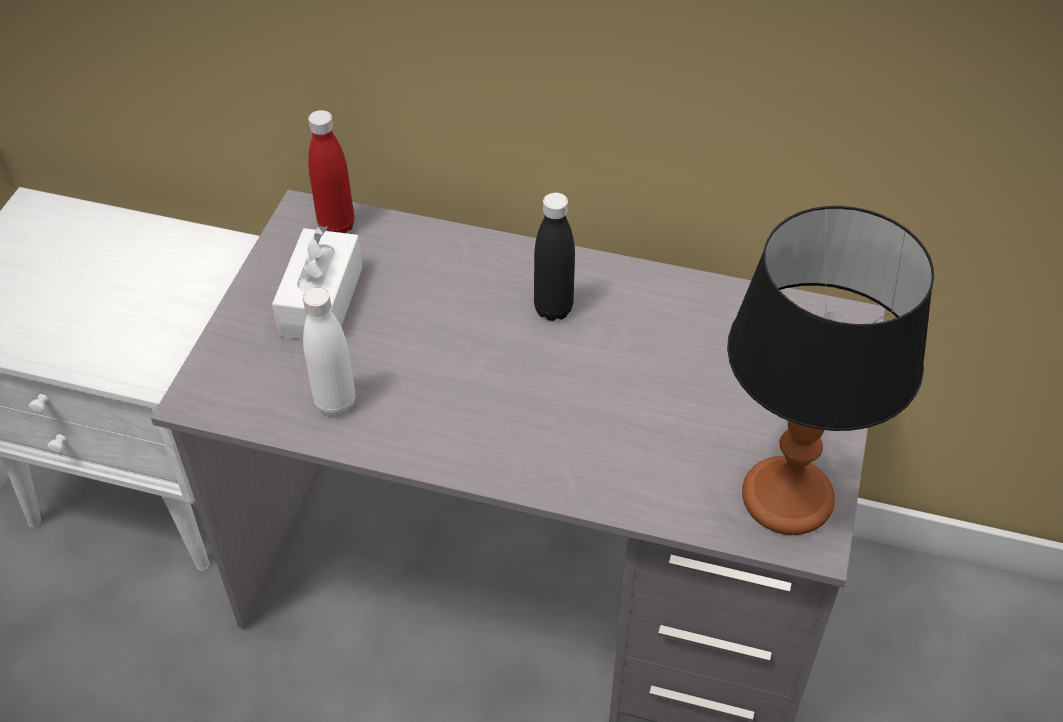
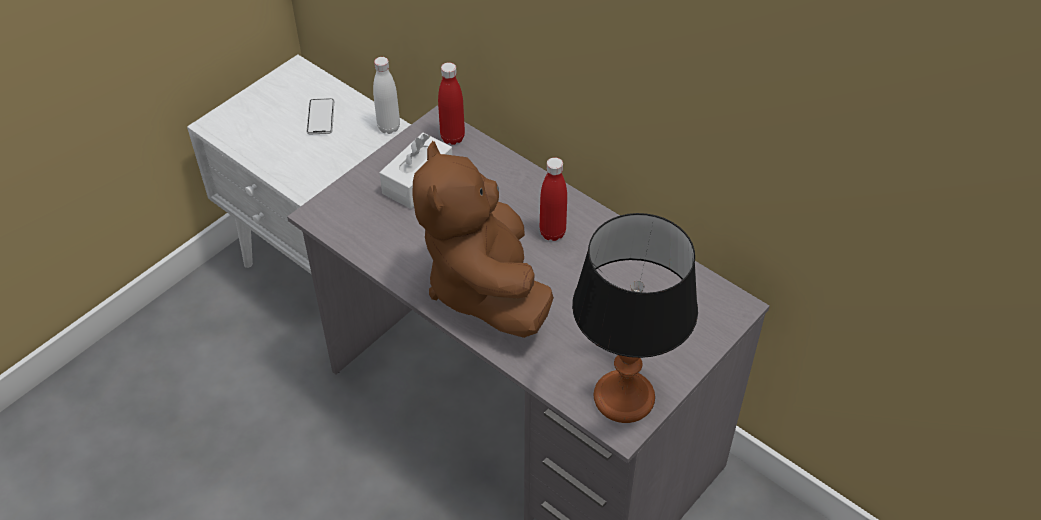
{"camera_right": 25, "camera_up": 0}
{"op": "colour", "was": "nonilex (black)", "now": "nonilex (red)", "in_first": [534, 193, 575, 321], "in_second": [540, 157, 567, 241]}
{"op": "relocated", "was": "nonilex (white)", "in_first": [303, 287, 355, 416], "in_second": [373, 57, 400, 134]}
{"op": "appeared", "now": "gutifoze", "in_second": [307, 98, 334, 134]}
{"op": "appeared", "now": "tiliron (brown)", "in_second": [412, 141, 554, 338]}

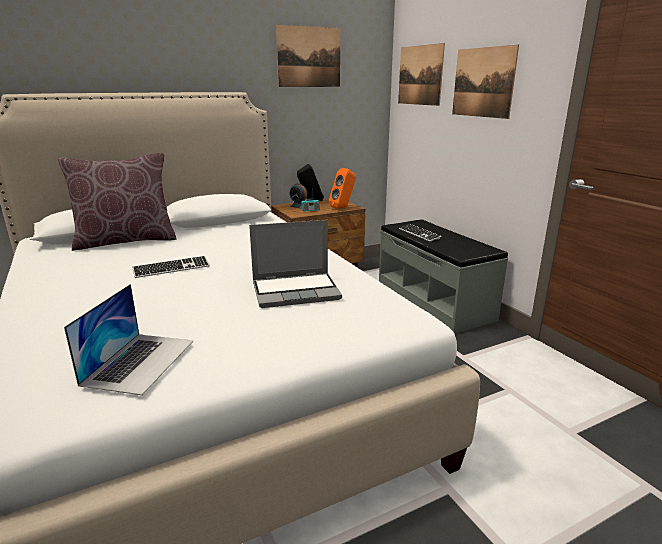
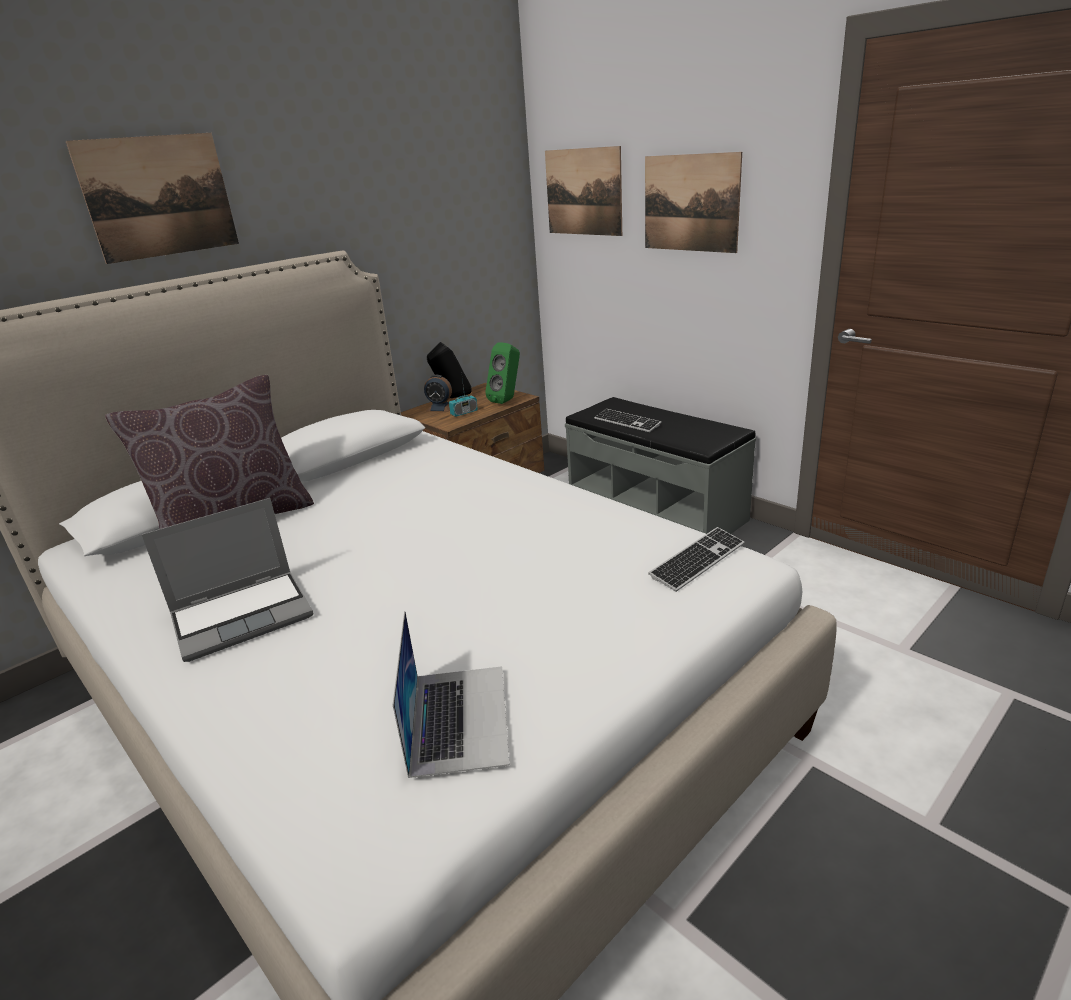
{"camera_right": -15, "camera_up": 5}
{"op": "relocated", "was": "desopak", "in_first": [276, 24, 340, 87], "in_second": [66, 133, 239, 264]}
{"op": "colour", "was": "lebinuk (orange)", "now": "lebinuk (green)", "in_first": [329, 168, 356, 209], "in_second": [485, 343, 520, 404]}
{"op": "relocated", "was": "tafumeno", "in_first": [249, 220, 342, 308], "in_second": [142, 498, 314, 662]}
{"op": "relocated", "was": "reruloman", "in_first": [132, 256, 210, 278], "in_second": [648, 527, 745, 592]}

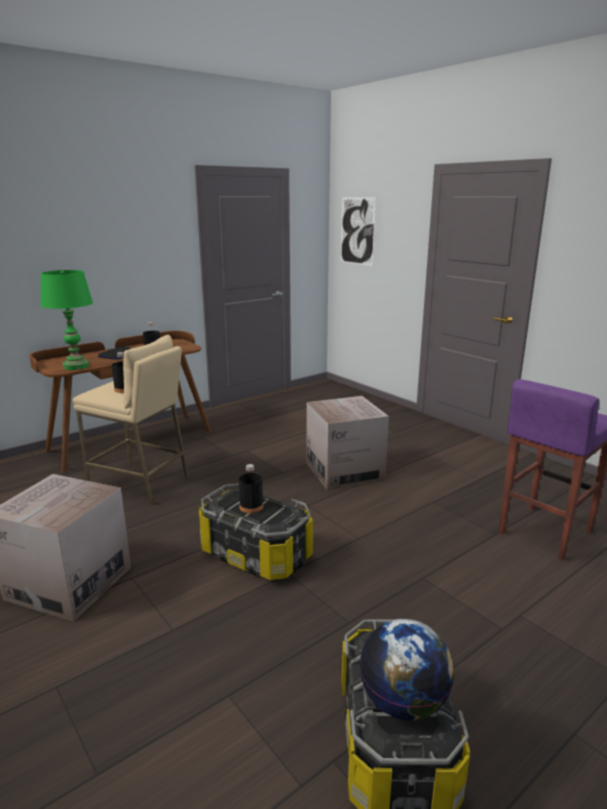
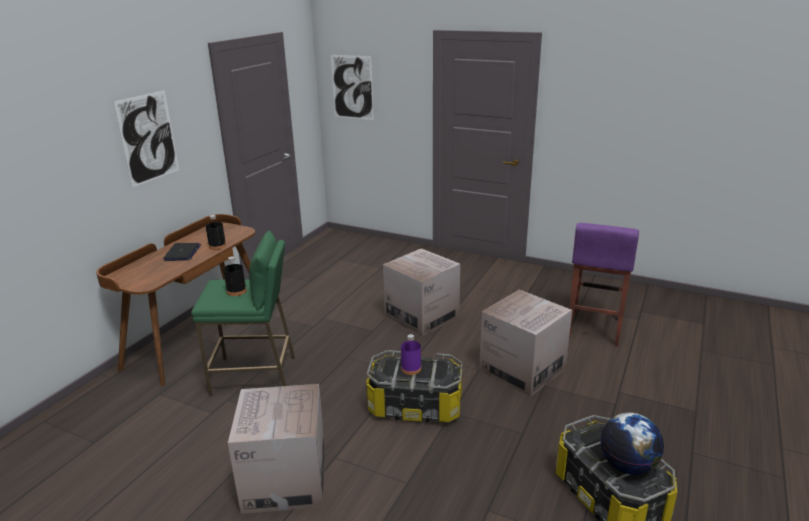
{"camera_right": -25, "camera_up": 5}
{"op": "missing", "was": "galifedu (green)", "in_first": [40, 270, 93, 370]}
{"op": "colour", "was": "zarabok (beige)", "now": "zarabok (green)", "in_first": [73, 335, 189, 505], "in_second": [191, 231, 295, 395]}
{"op": "colour", "was": "nonilex (black)", "now": "nonilex (purple)", "in_first": [239, 464, 263, 513], "in_second": [401, 334, 421, 375]}
{"op": "appeared", "now": "desopak", "in_second": [114, 90, 179, 187]}
{"op": "appeared", "now": "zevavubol", "in_second": [479, 290, 572, 397]}

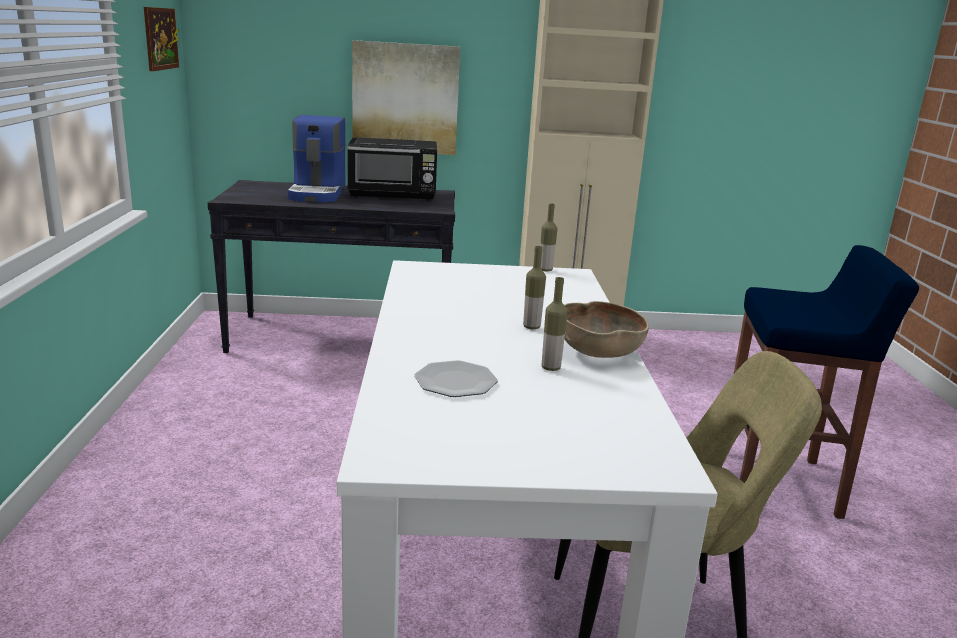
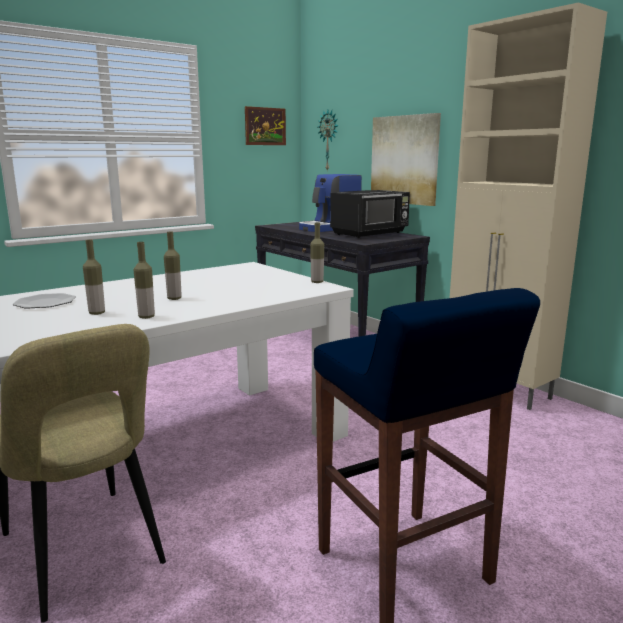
{"camera_right": 55, "camera_up": -5}
{"op": "spun", "was": "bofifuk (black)", "in_first": [347, 137, 437, 201], "in_second": [330, 190, 410, 238], "clockwise": -90}
{"op": "exchanged", "was": "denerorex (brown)", "now": "nonilex", "in_first": [564, 301, 649, 358], "in_second": [134, 242, 155, 319]}
{"op": "appeared", "now": "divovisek", "in_second": [318, 110, 338, 171]}

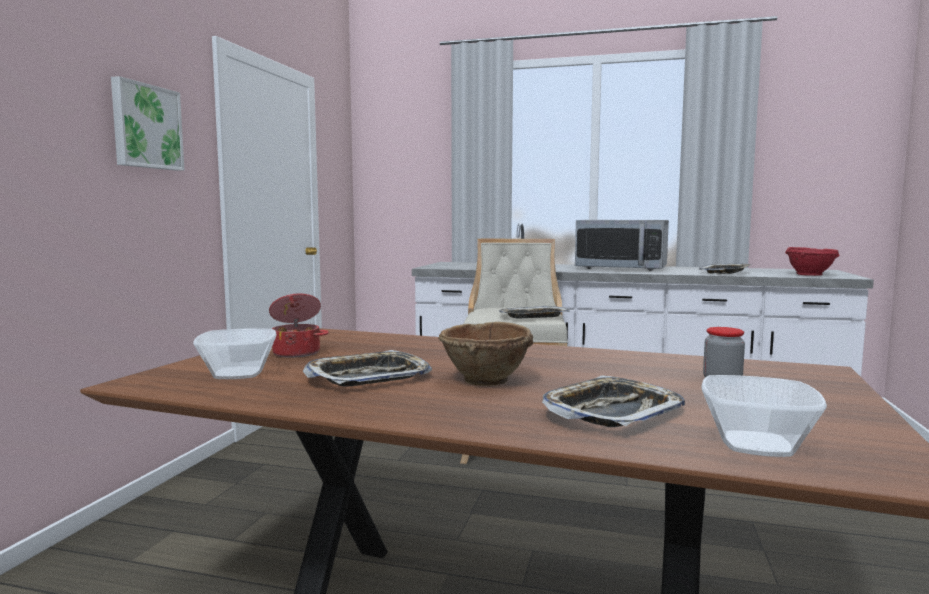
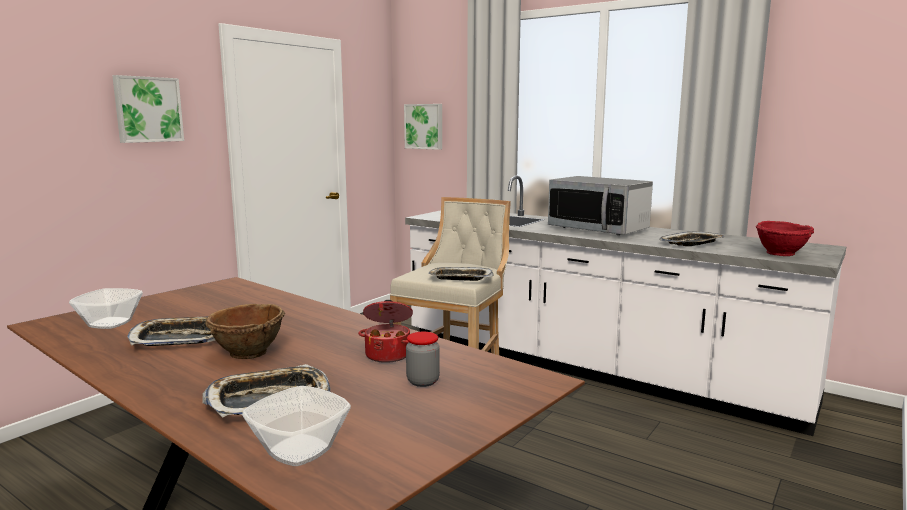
{"camera_right": 20, "camera_up": 5}
{"op": "relocated", "was": "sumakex", "in_first": [269, 294, 329, 358], "in_second": [358, 300, 413, 363]}
{"op": "appeared", "now": "desopak", "in_second": [404, 104, 442, 150]}

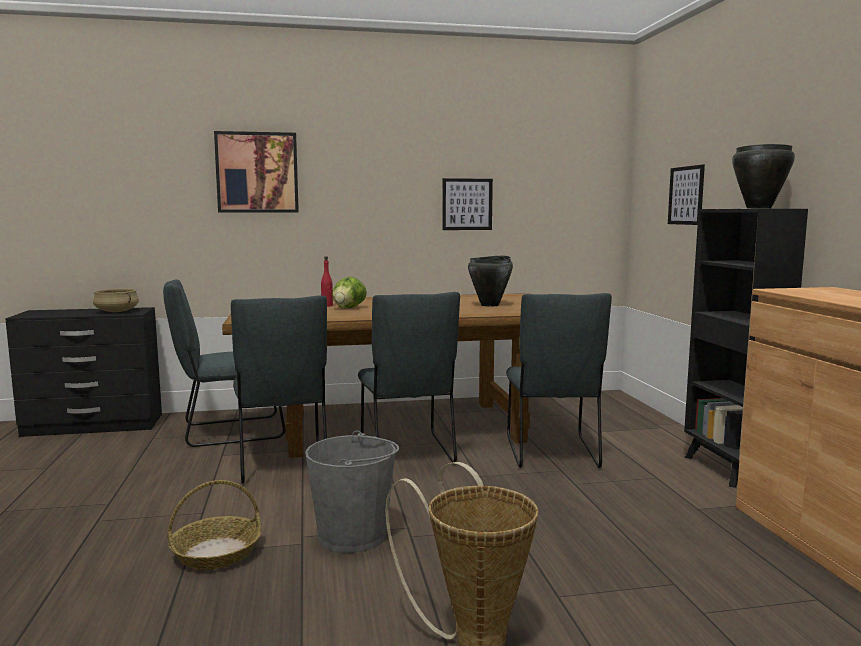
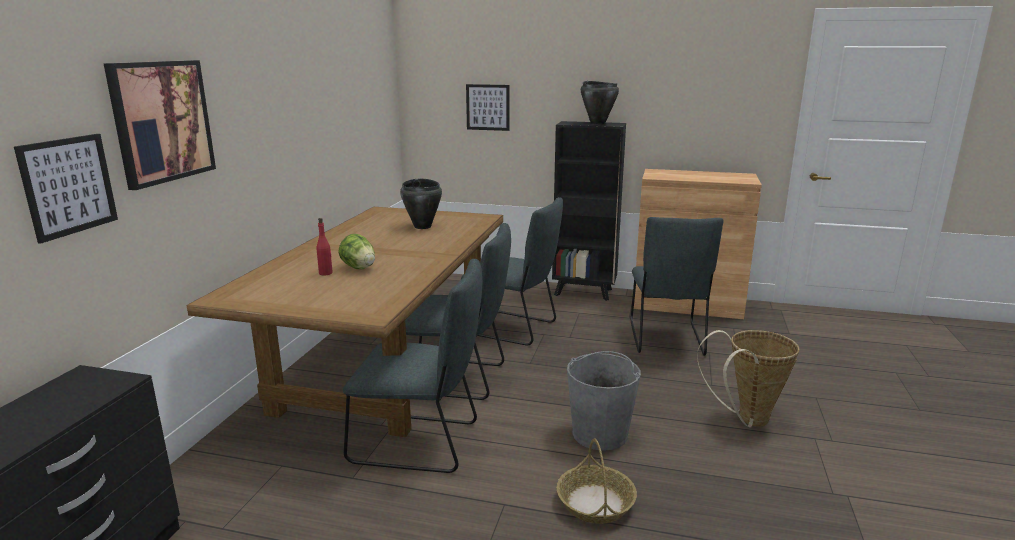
{"camera_right": -65, "camera_up": 10}
{"op": "relocated", "was": "desopak", "in_first": [442, 178, 493, 230], "in_second": [14, 134, 118, 244]}
{"op": "relocated", "was": "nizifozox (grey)", "in_first": [163, 280, 286, 447], "in_second": [631, 217, 723, 356]}
{"op": "missing", "was": "sumakex (beige)", "in_first": [93, 289, 139, 312]}

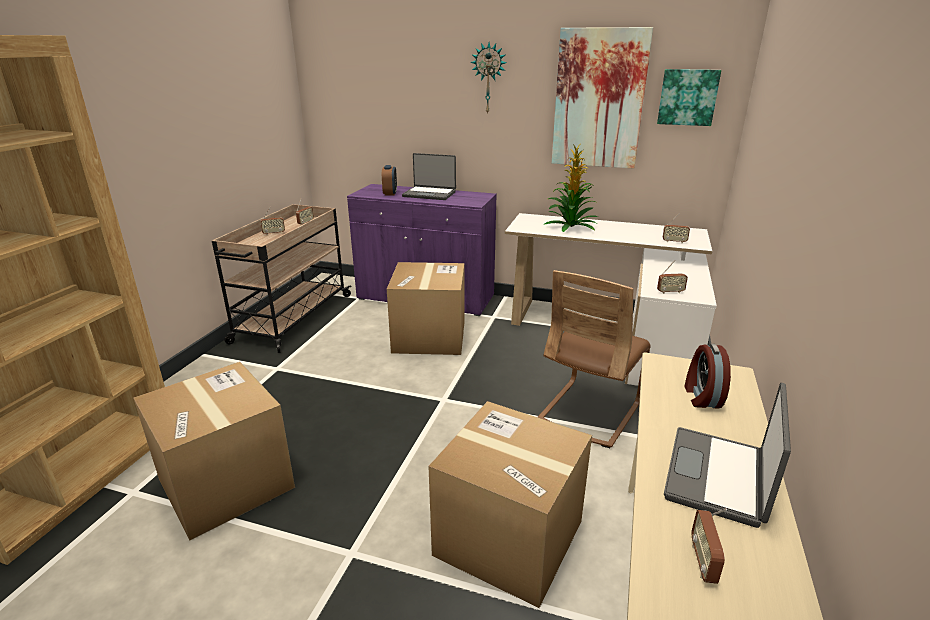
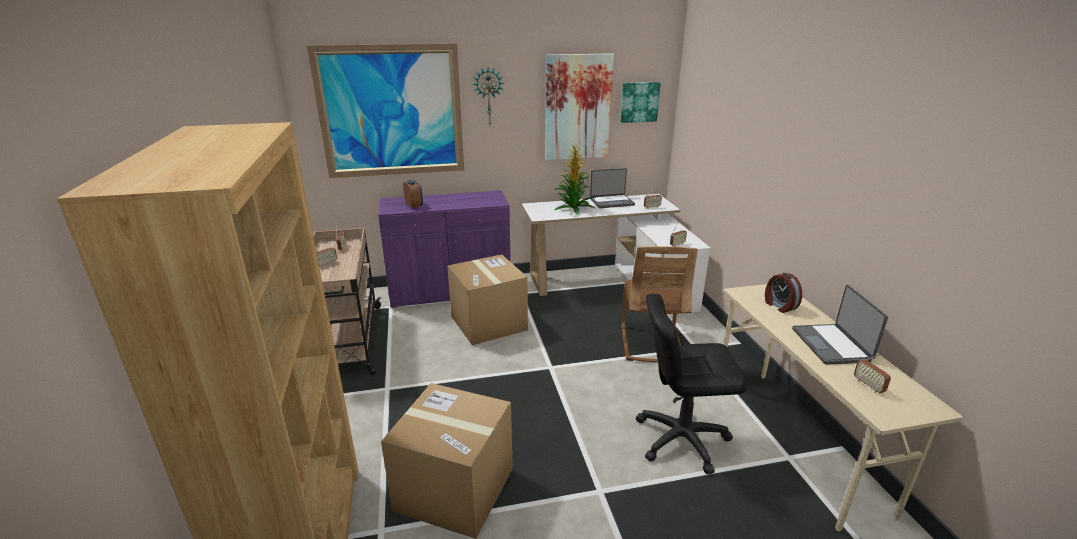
{"camera_right": -30, "camera_up": 0}
{"op": "relocated", "was": "tafumeno", "in_first": [402, 153, 456, 200], "in_second": [590, 168, 635, 208]}
{"op": "exchanged", "was": "zevavubol", "now": "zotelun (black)", "in_first": [428, 401, 592, 608], "in_second": [636, 294, 747, 475]}
{"op": "appeared", "now": "desopak", "in_second": [307, 44, 464, 178]}

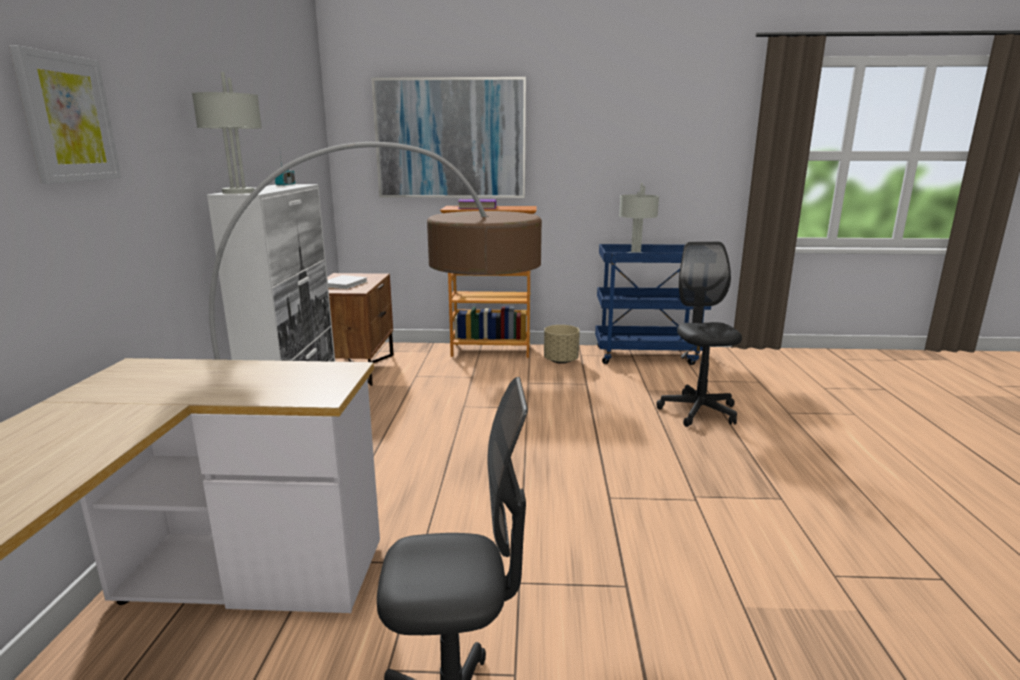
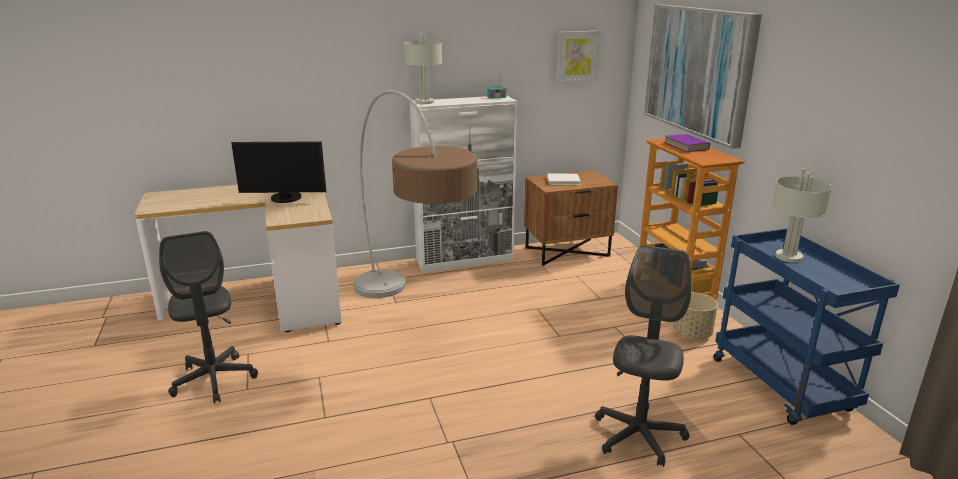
{"camera_right": 70, "camera_up": 5}
{"op": "relocated", "was": "desopak", "in_first": [9, 45, 121, 184], "in_second": [557, 31, 600, 83]}
{"op": "spun", "was": "zotelun (grey)", "in_first": [656, 242, 742, 427], "in_second": [595, 245, 691, 467], "clockwise": -45}
{"op": "appeared", "now": "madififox", "in_second": [231, 141, 326, 203]}

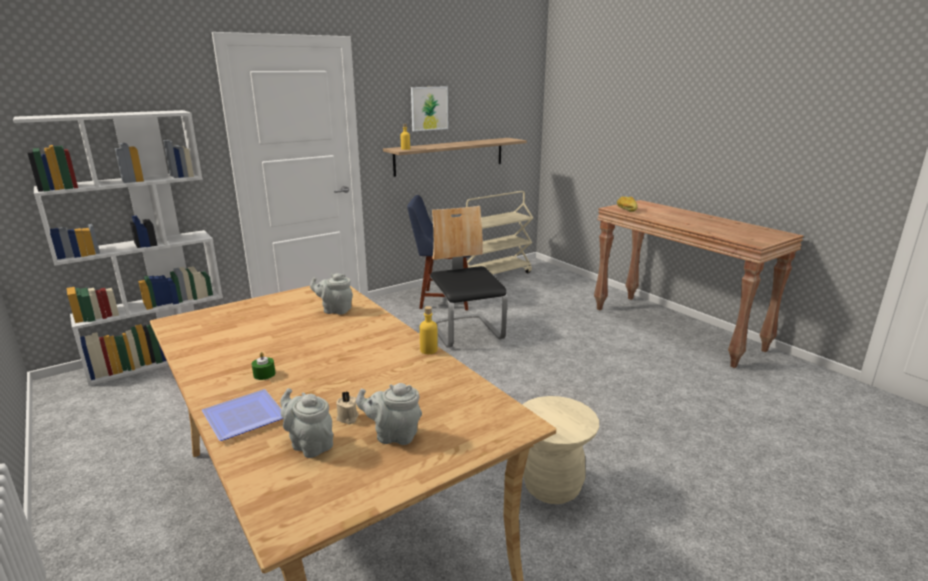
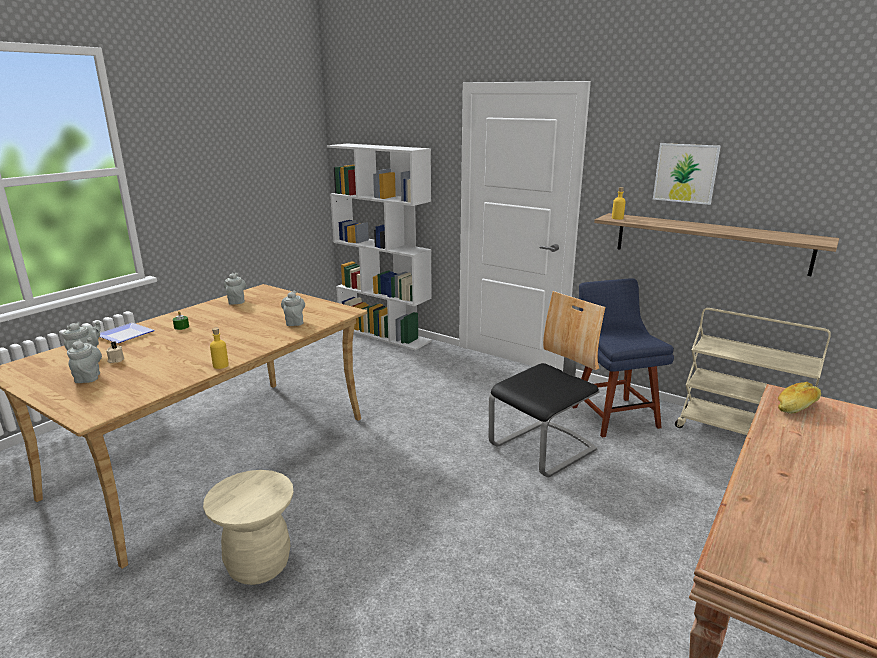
{"camera_right": 70, "camera_up": 0}
{"op": "appeared", "now": "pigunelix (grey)", "in_second": [224, 273, 246, 305]}

